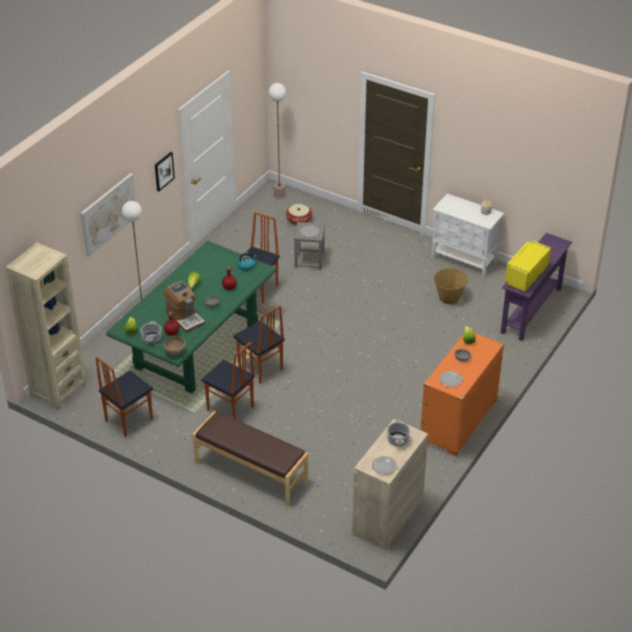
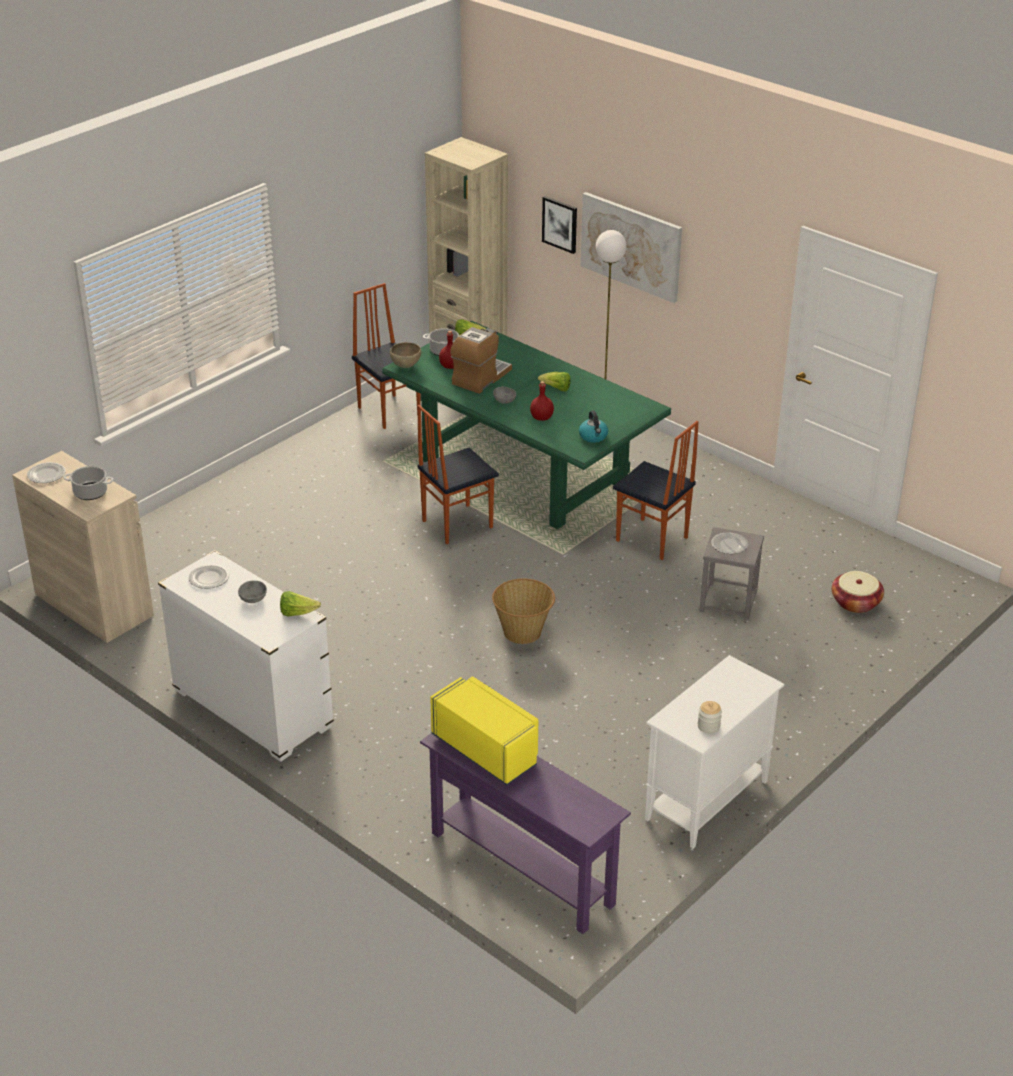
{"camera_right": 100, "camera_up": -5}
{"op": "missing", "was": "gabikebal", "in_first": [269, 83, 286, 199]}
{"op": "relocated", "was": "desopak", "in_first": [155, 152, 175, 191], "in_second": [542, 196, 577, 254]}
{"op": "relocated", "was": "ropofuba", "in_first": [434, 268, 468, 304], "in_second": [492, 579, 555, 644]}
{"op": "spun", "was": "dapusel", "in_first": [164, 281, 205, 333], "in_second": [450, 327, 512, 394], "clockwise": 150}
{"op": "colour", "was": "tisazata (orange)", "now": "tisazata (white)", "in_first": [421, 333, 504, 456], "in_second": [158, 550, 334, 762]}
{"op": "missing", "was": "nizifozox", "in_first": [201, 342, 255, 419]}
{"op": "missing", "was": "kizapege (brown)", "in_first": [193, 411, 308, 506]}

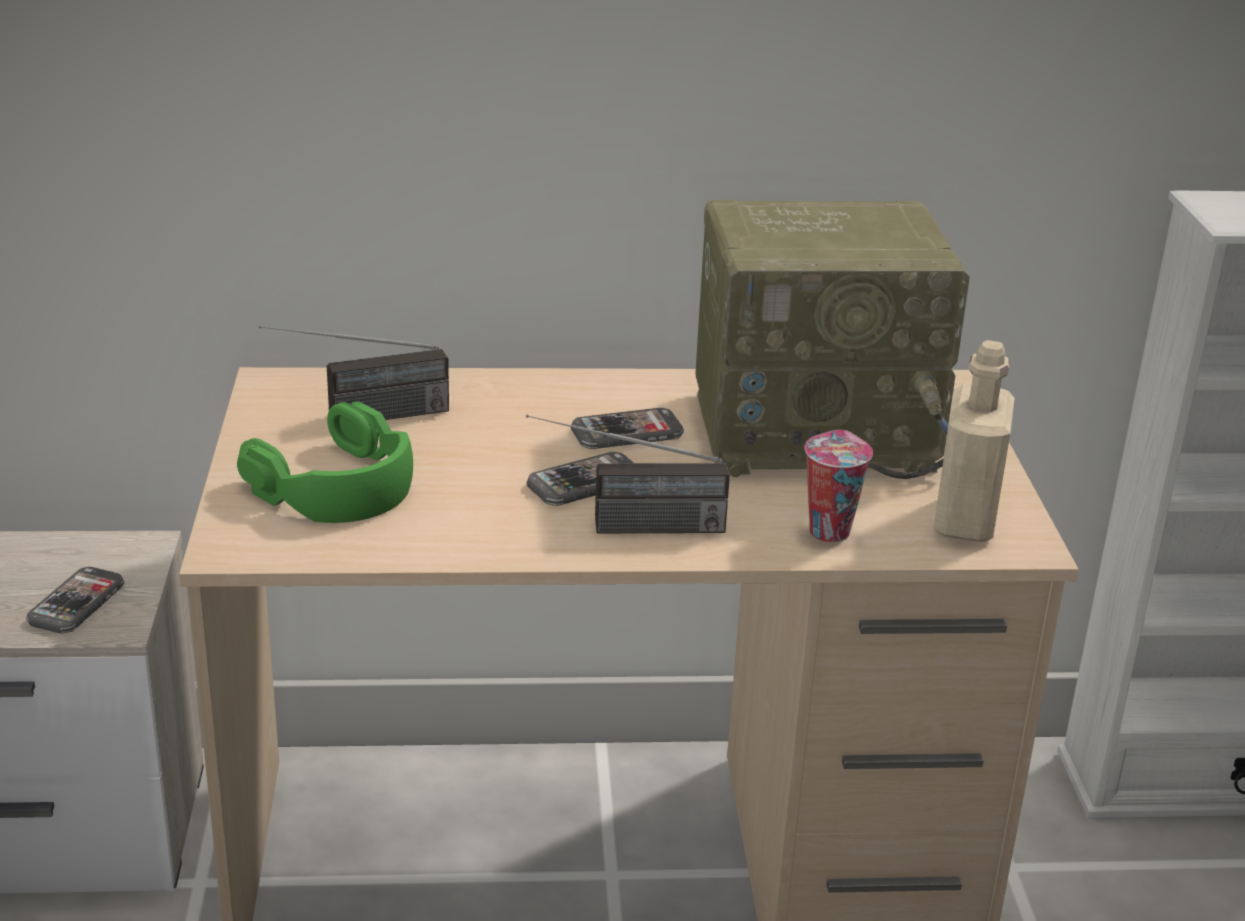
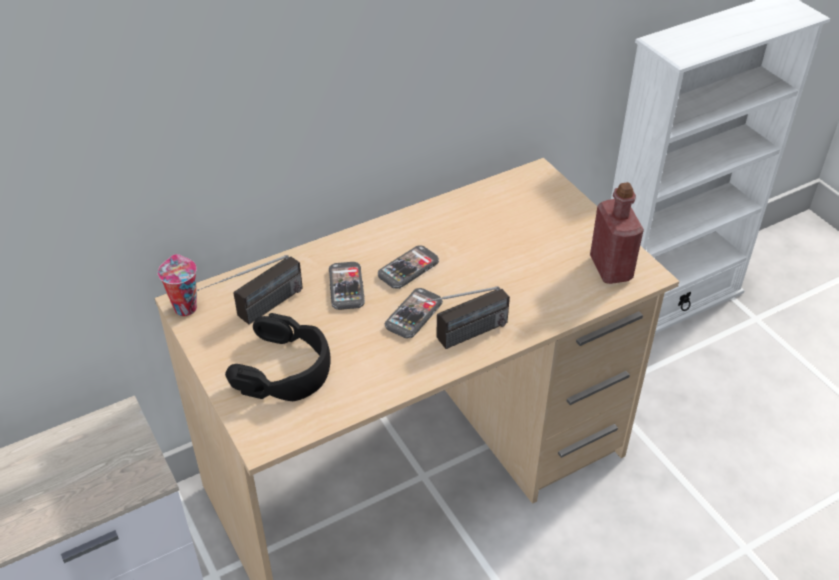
{"camera_right": -25, "camera_up": 15}
{"op": "missing", "was": "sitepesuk", "in_first": [695, 200, 970, 479]}
{"op": "colour", "was": "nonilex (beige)", "now": "nonilex (red)", "in_first": [933, 340, 1015, 542], "in_second": [590, 182, 644, 284]}
{"op": "colour", "was": "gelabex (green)", "now": "gelabex (black)", "in_first": [237, 401, 413, 523], "in_second": [225, 313, 331, 401]}
{"op": "relocated", "was": "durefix", "in_first": [804, 430, 873, 542], "in_second": [158, 254, 197, 316]}
{"op": "relocated", "was": "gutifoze", "in_first": [26, 567, 124, 633], "in_second": [329, 262, 365, 310]}

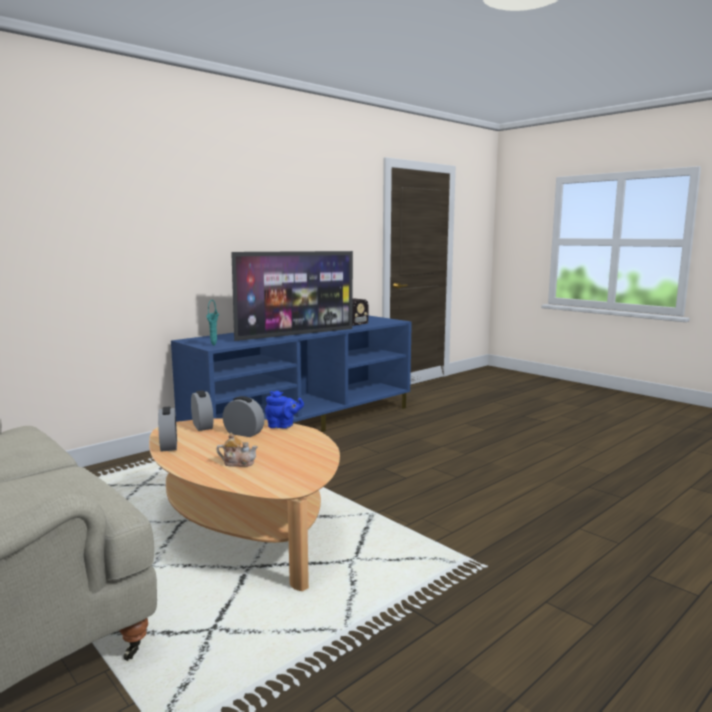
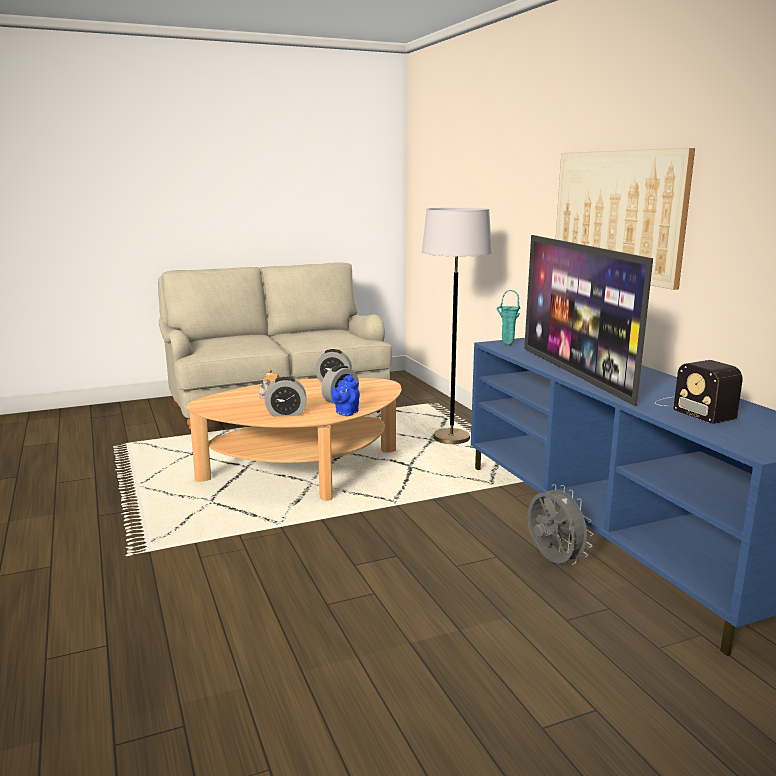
{"camera_right": 110, "camera_up": 5}
{"op": "relocated", "was": "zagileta", "in_first": [191, 390, 214, 431], "in_second": [265, 377, 306, 417]}
{"op": "appeared", "now": "desopak", "in_second": [556, 148, 695, 290]}
{"op": "appeared", "now": "gabikebal (grey)", "in_second": [422, 207, 492, 444]}
{"op": "appeared", "now": "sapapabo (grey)", "in_second": [528, 484, 594, 565]}

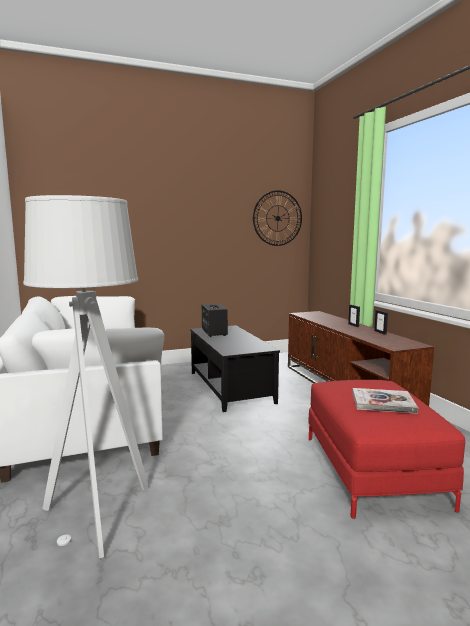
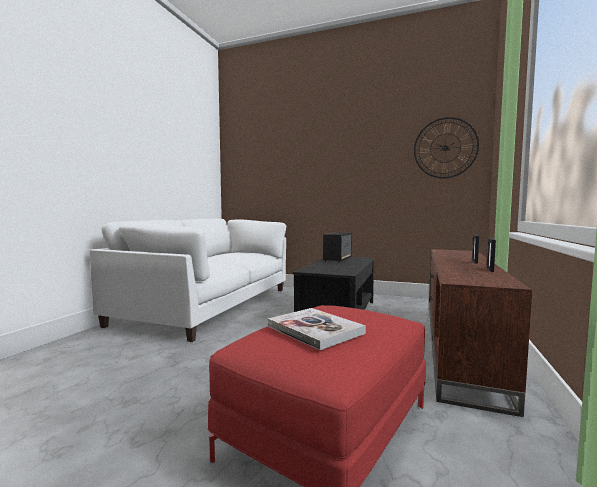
{"camera_right": 40, "camera_up": -5}
{"op": "missing", "was": "gabikebal (grey)", "in_first": [23, 195, 149, 559]}

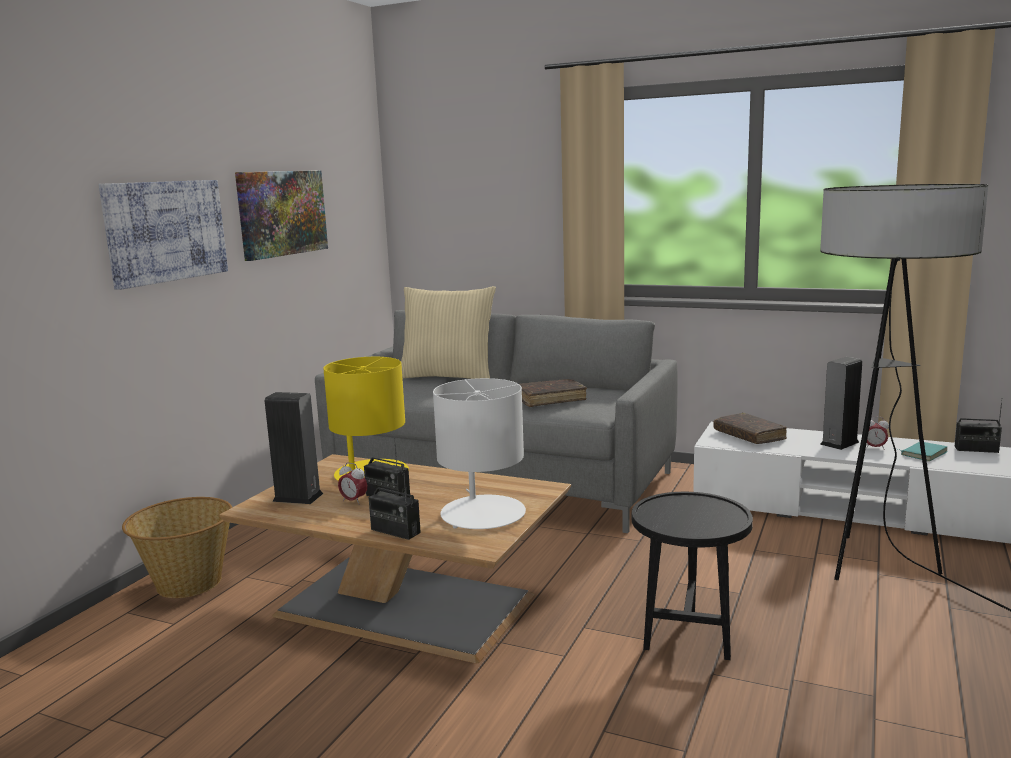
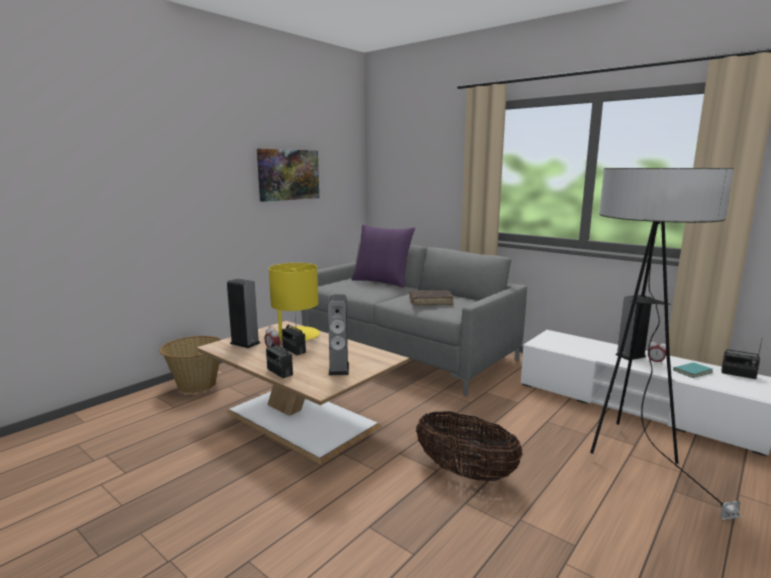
{"camera_right": 15, "camera_up": 0}
{"op": "missing", "was": "desopak", "in_first": [99, 180, 228, 290]}
{"op": "colour", "was": "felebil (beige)", "now": "felebil (purple)", "in_first": [401, 286, 496, 379], "in_second": [351, 225, 415, 288]}
{"op": "exchanged", "was": "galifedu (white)", "now": "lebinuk", "in_first": [433, 378, 526, 529], "in_second": [328, 294, 349, 375]}
{"op": "missing", "was": "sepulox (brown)", "in_first": [713, 413, 787, 444]}
{"op": "exchanged", "was": "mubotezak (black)", "now": "ropofuba", "in_first": [632, 492, 753, 660], "in_second": [416, 412, 523, 481]}

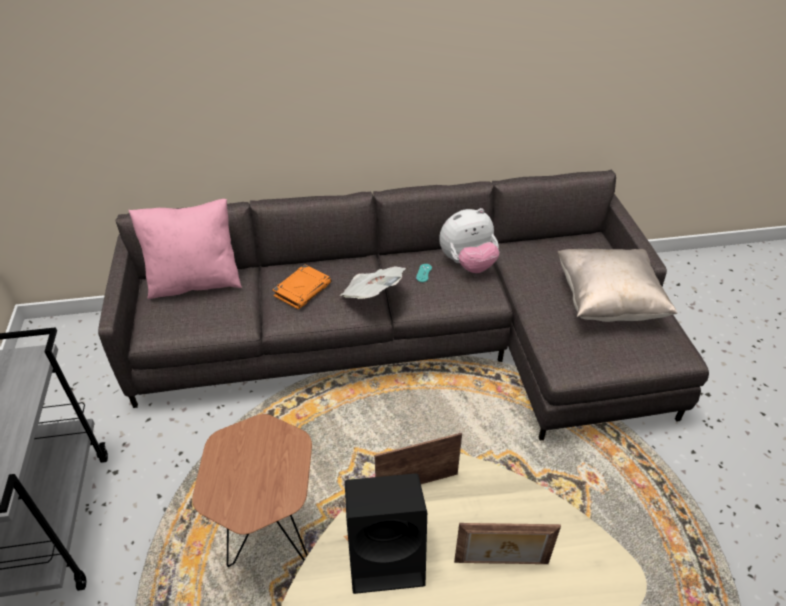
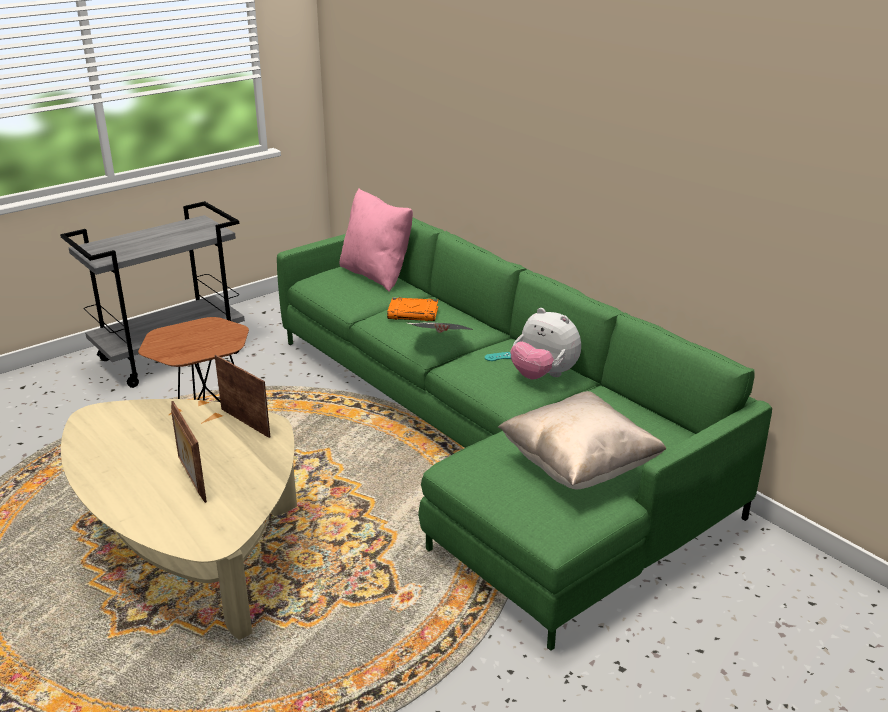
{"camera_right": 60, "camera_up": -15}
{"op": "colour", "was": "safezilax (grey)", "now": "safezilax (green)", "in_first": [98, 170, 709, 441], "in_second": [277, 218, 772, 651]}
{"op": "missing", "was": "lebinuk (black)", "in_first": [345, 473, 427, 594]}

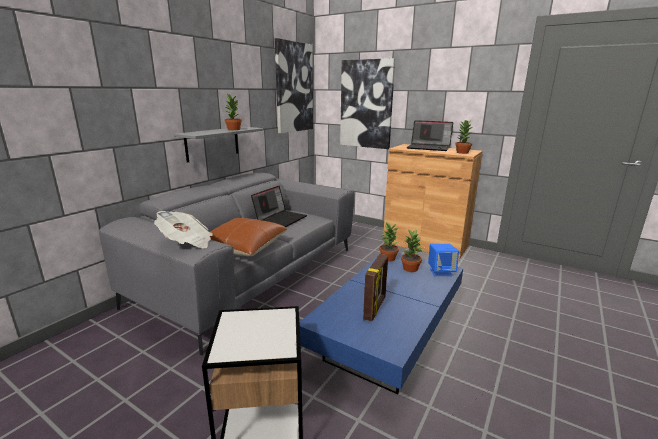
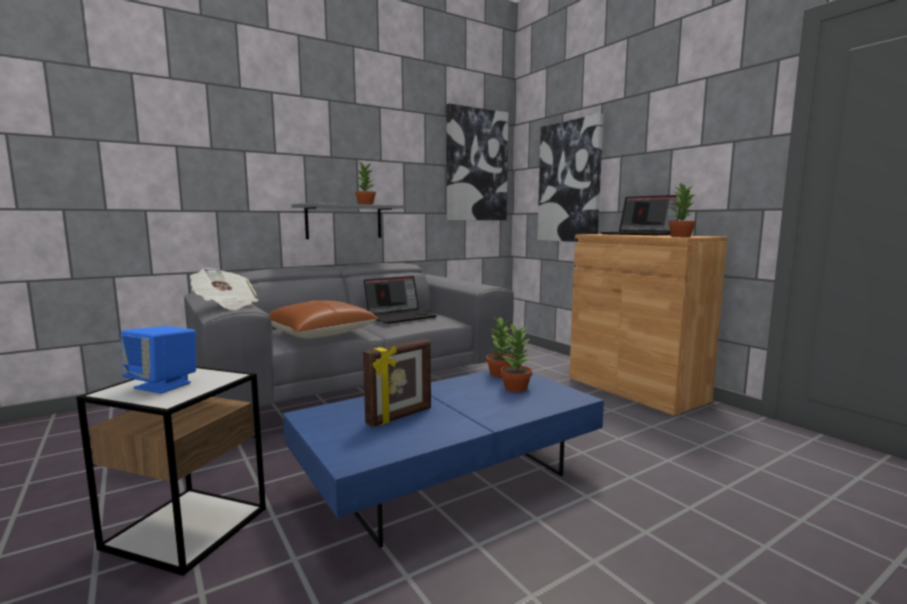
{"camera_right": 25, "camera_up": -10}
{"op": "relocated", "was": "lebinuk (blue)", "in_first": [428, 244, 459, 276], "in_second": [121, 326, 196, 394]}

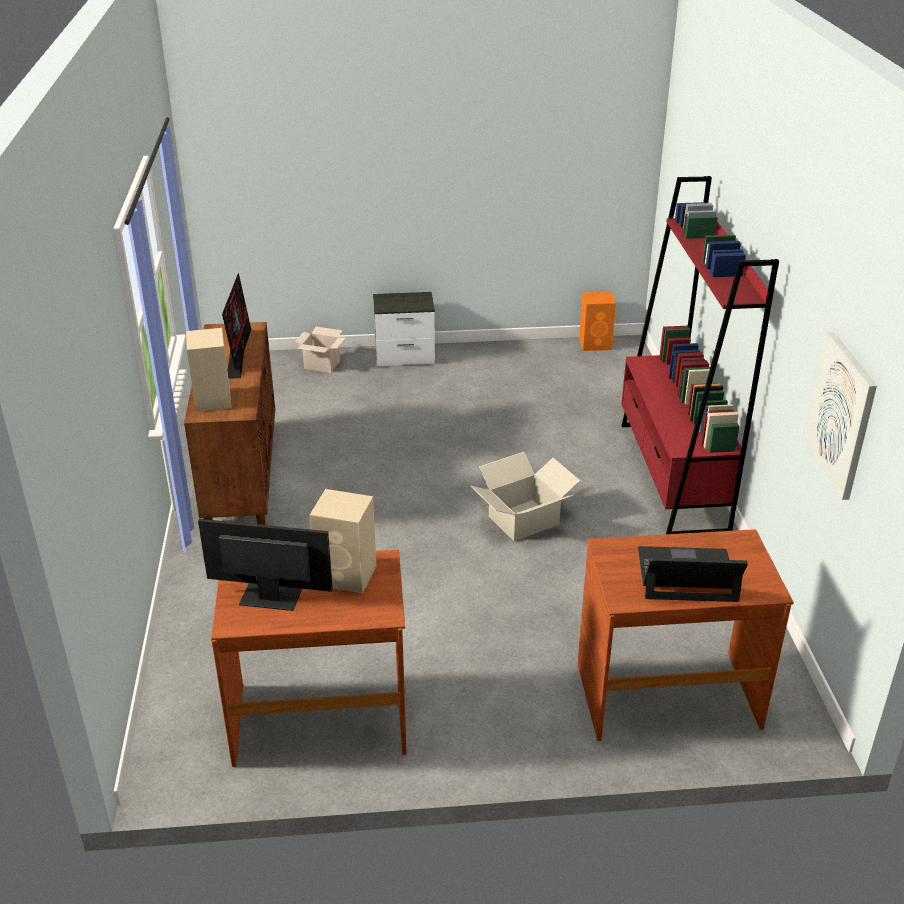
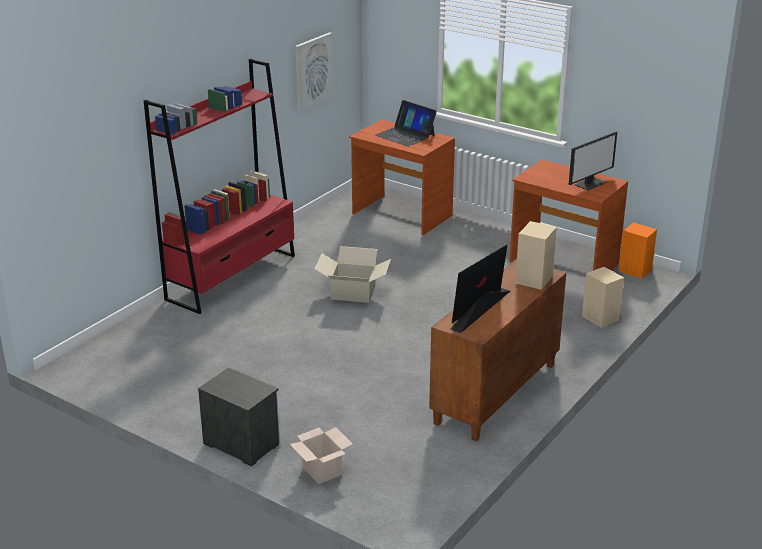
{"camera_right": -140, "camera_up": -5}
{"op": "relocated", "was": "lebinuk (orange)", "in_first": [579, 292, 616, 351], "in_second": [618, 223, 657, 279]}
{"op": "relocated", "was": "lebinuk (beige)", "in_first": [310, 489, 376, 593], "in_second": [582, 267, 624, 328]}
{"op": "spun", "was": "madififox", "in_first": [198, 519, 333, 611], "in_second": [569, 132, 617, 191], "clockwise": -90}

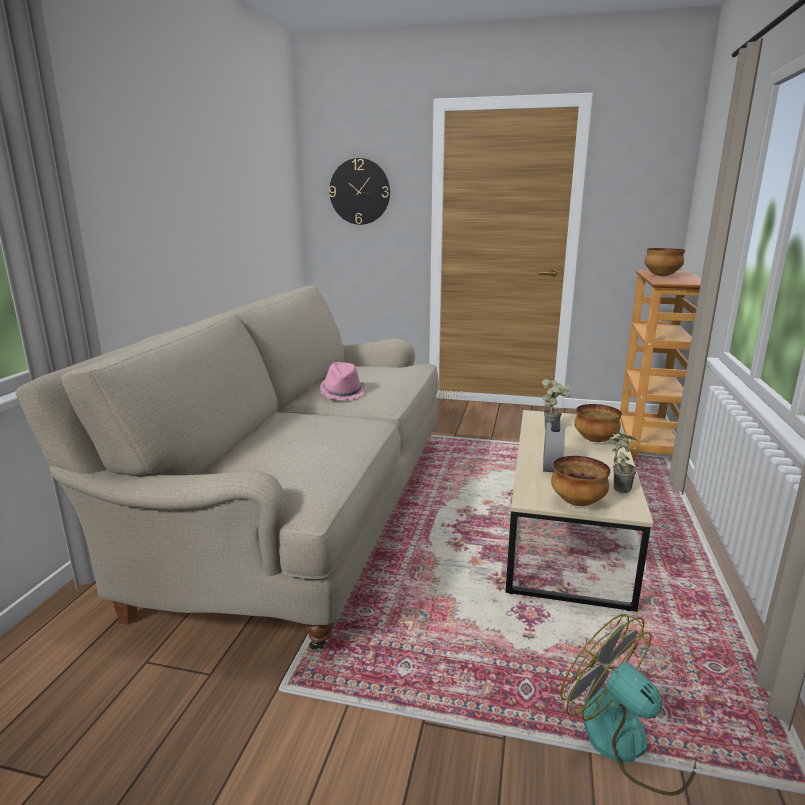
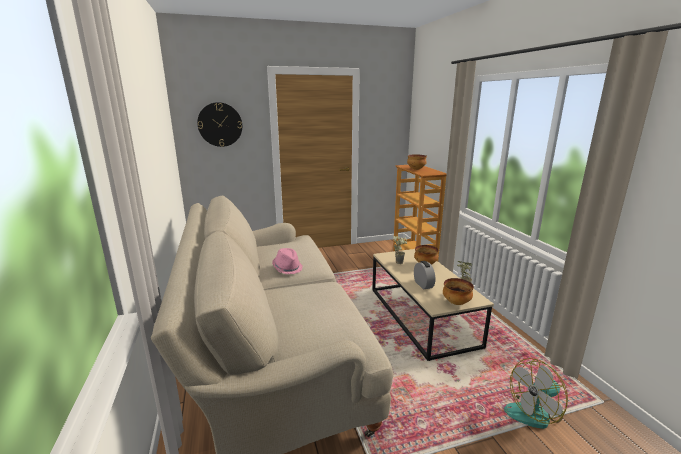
{"camera_right": -30, "camera_up": 0}
{"op": "spun", "was": "sapapabo", "in_first": [560, 614, 697, 796], "in_second": [504, 358, 568, 429], "clockwise": -45}

